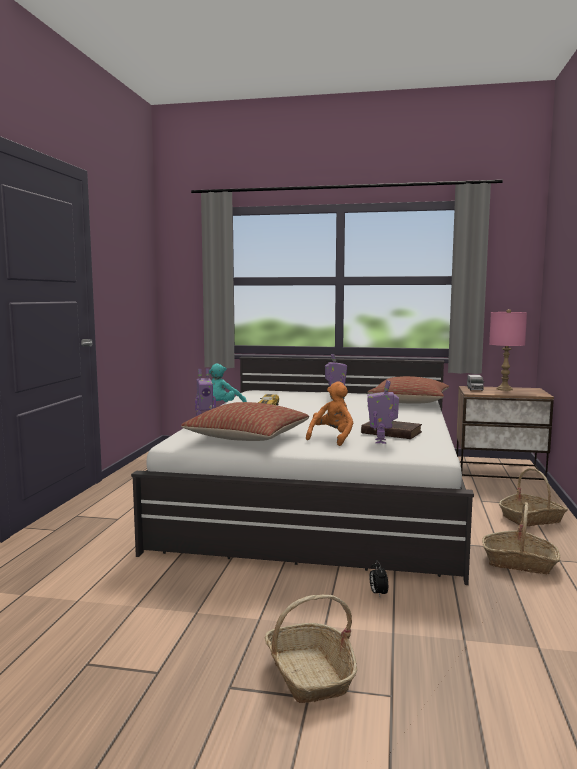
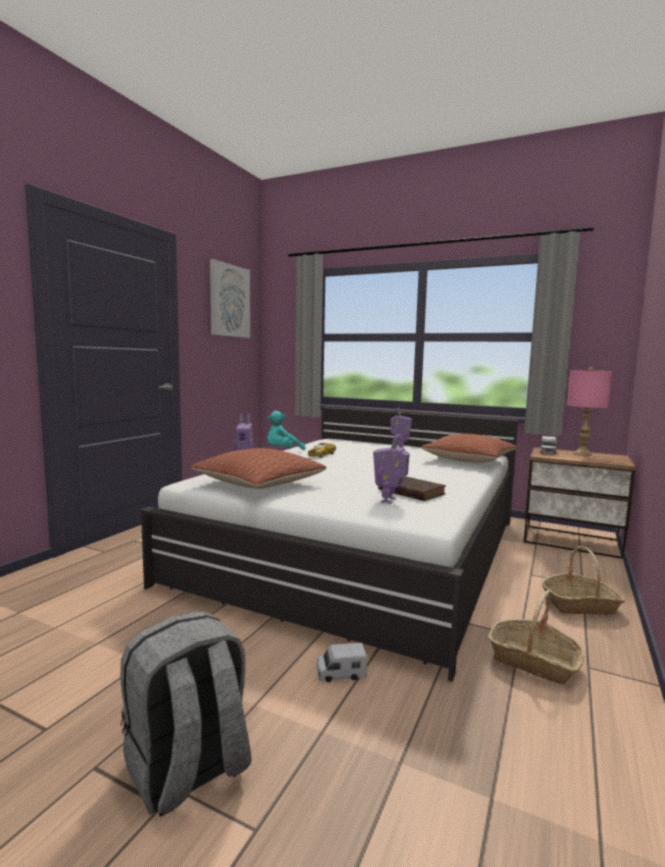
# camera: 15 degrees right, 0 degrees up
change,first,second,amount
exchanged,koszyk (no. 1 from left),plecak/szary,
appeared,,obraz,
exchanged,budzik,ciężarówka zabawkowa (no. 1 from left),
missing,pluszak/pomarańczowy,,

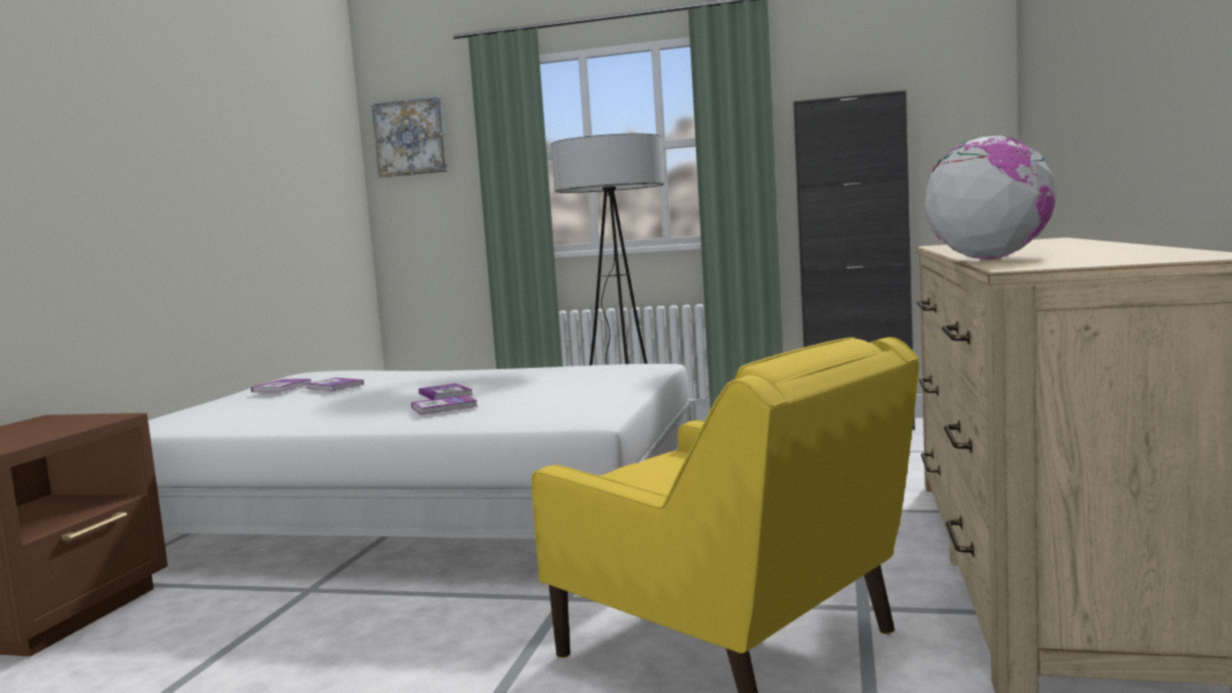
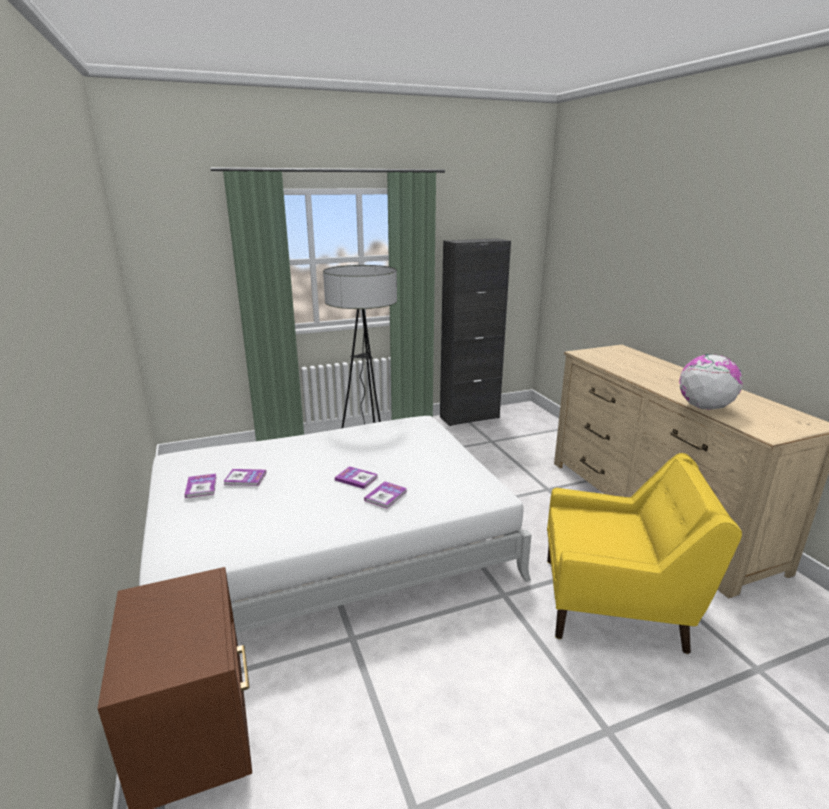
# camera: 35 degrees left, 15 degrees up
change,first,second,amount
missing,obraz,,

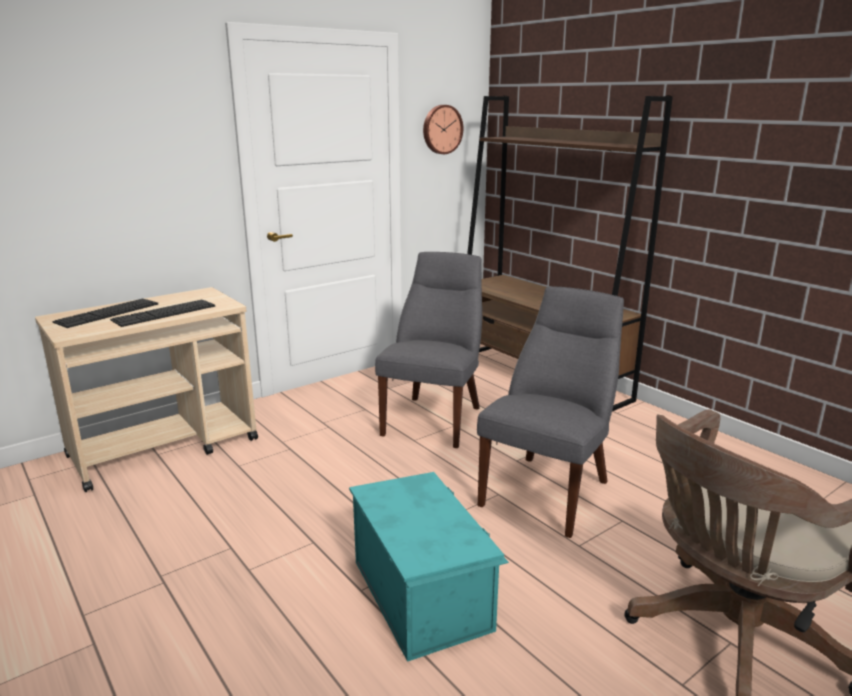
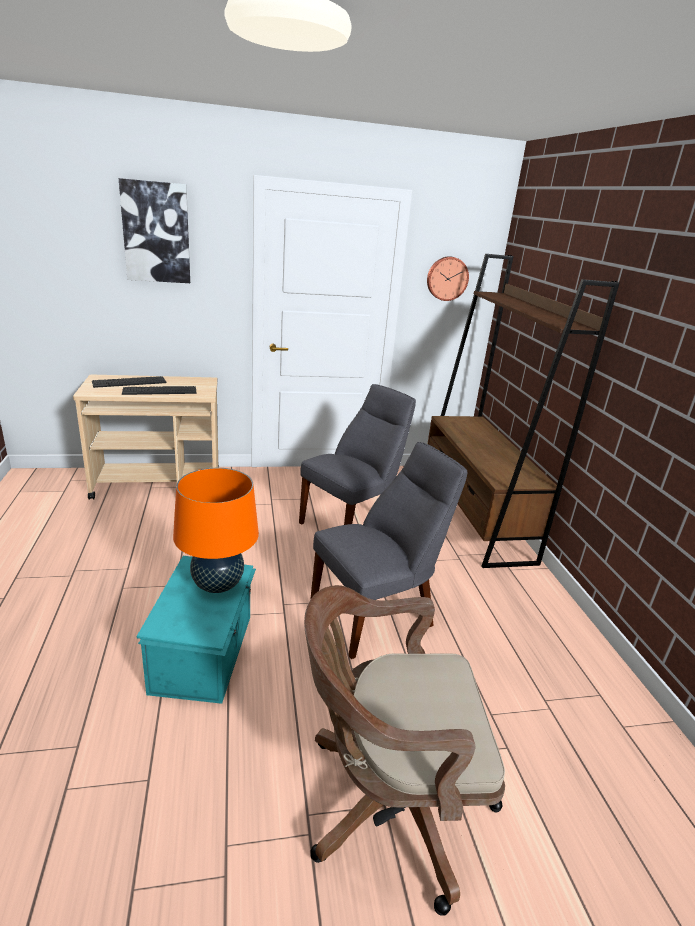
# camera: 25 degrees right, 5 degrees up
change,first,second,amount
appeared,,obraz,
appeared,,lampa stołowa/pomarańczowy,

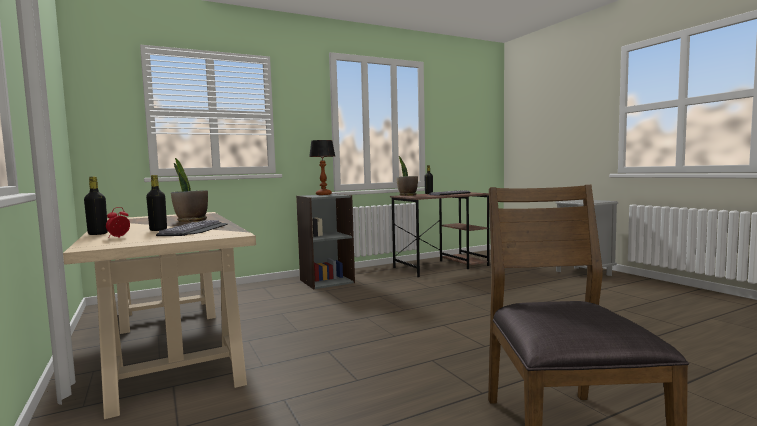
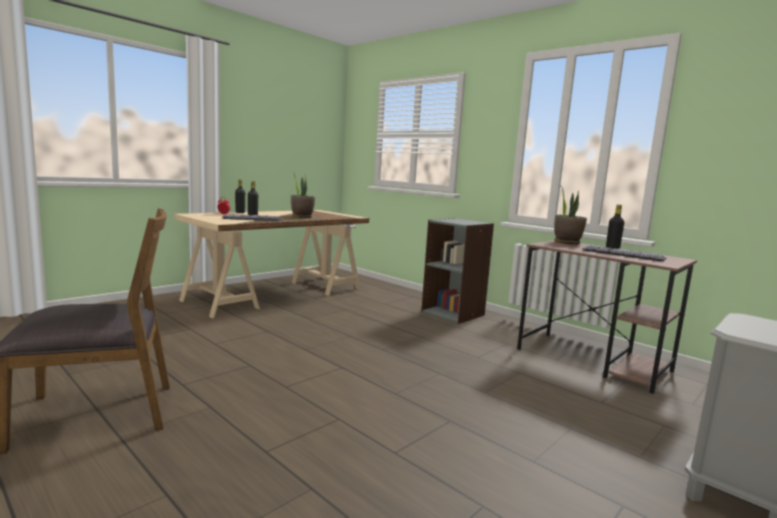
# camera: 70 degrees right, 5 degrees up
change,first,second,amount
missing,lampa stołowa,,

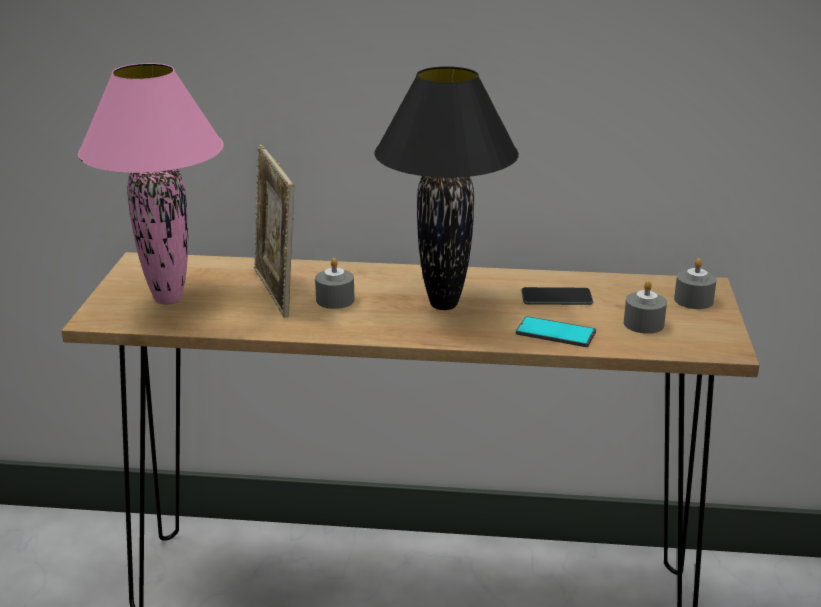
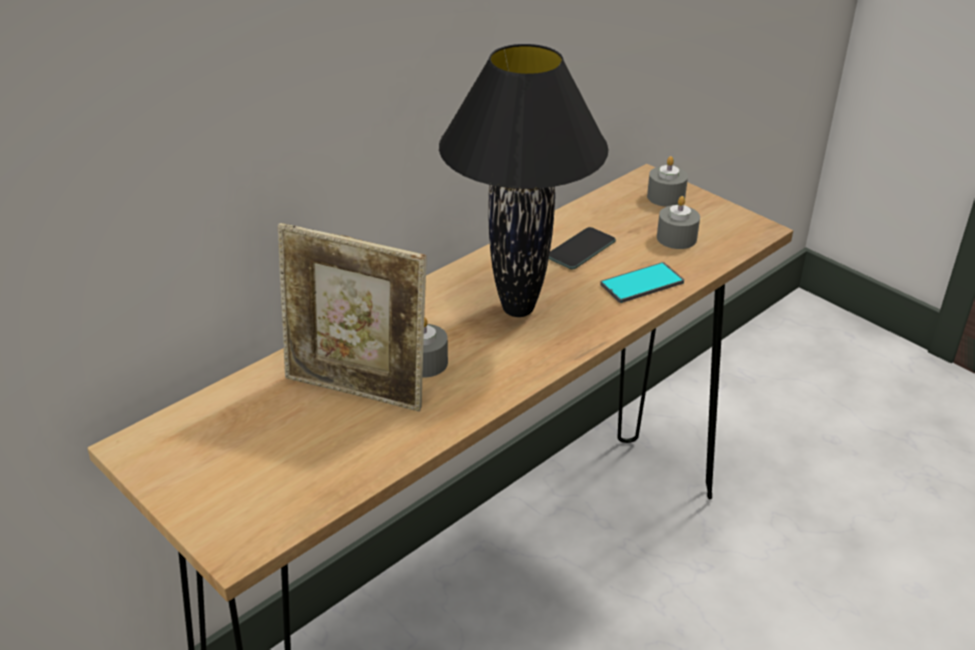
# camera: 50 degrees left, 10 degrees up
change,first,second,amount
missing,lampa stołowa/różowy,,

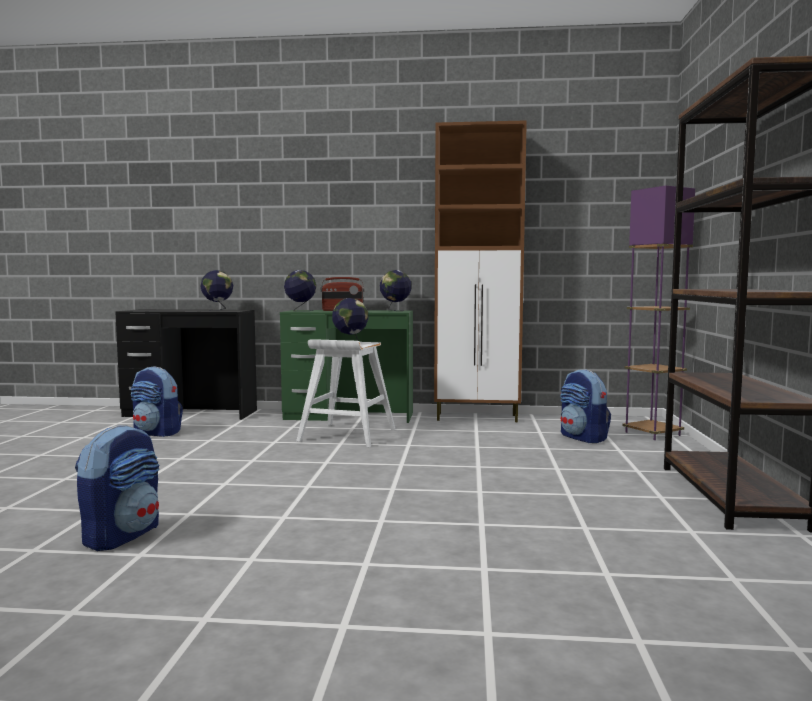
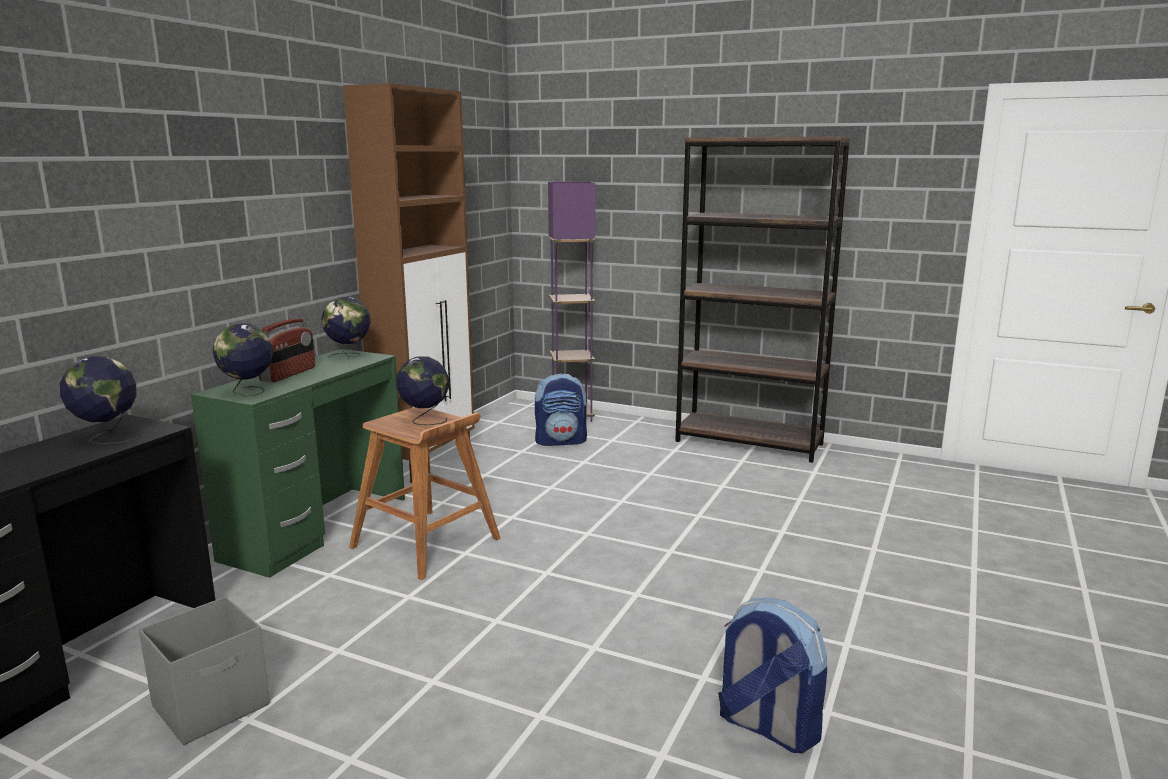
# camera: 70 degrees left, 10 degrees up
change,first,second,amount
exchanged,plecak (no. 2 from left),pojemnik do przechowywania/szary,
colour,stołek/biały,stołek/brązowy,

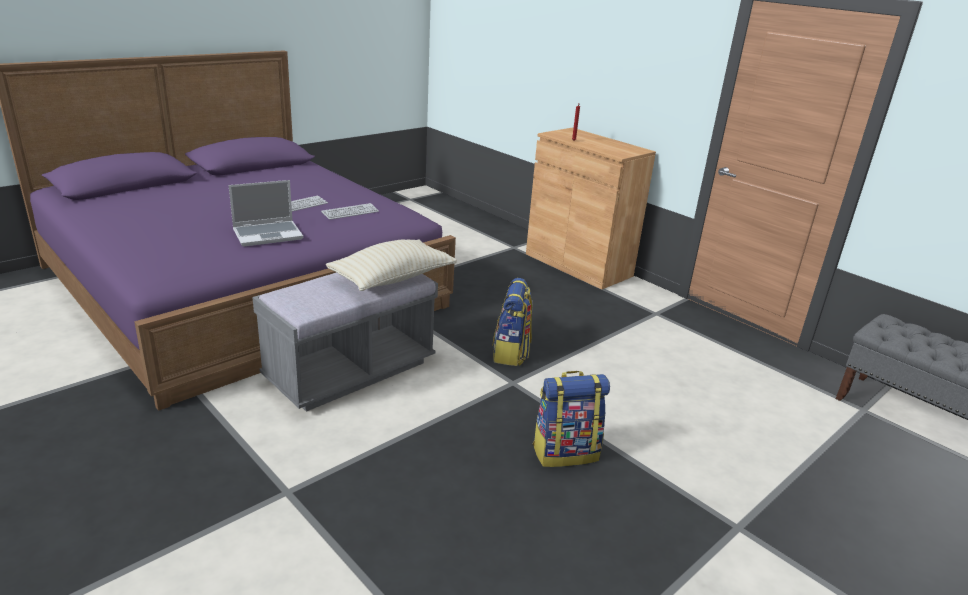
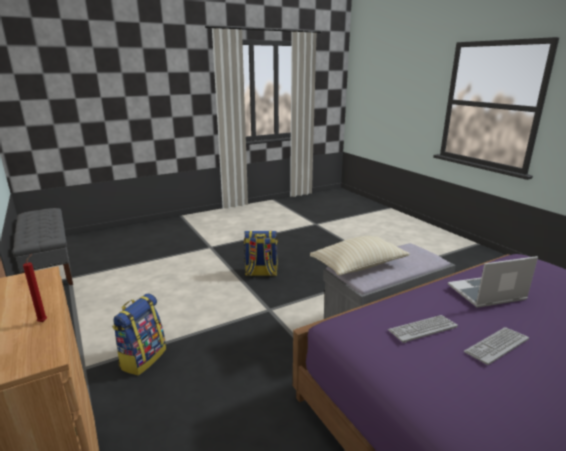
# camera: 165 degrees left, 5 degrees down
change,first,second,amount
relocated,plecak (no. 1 from left),,

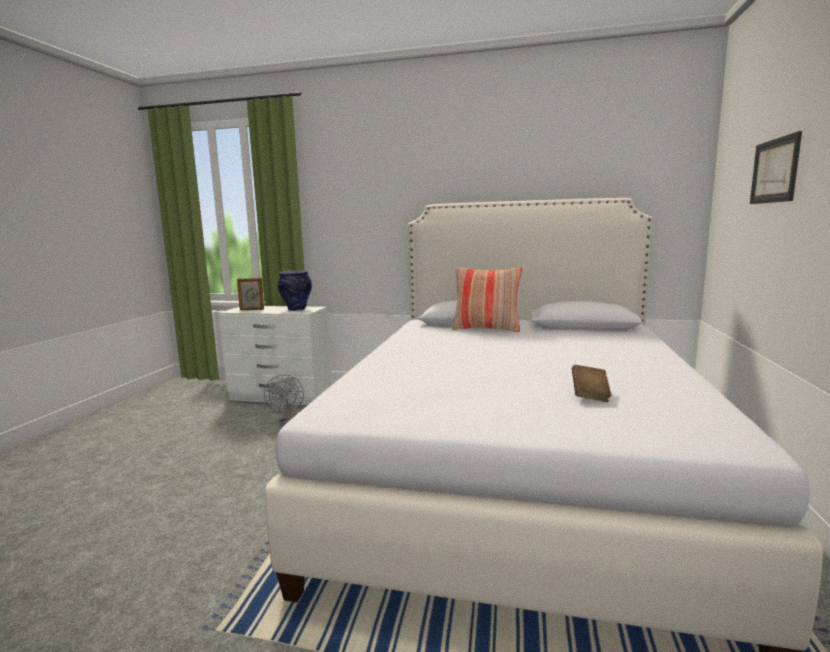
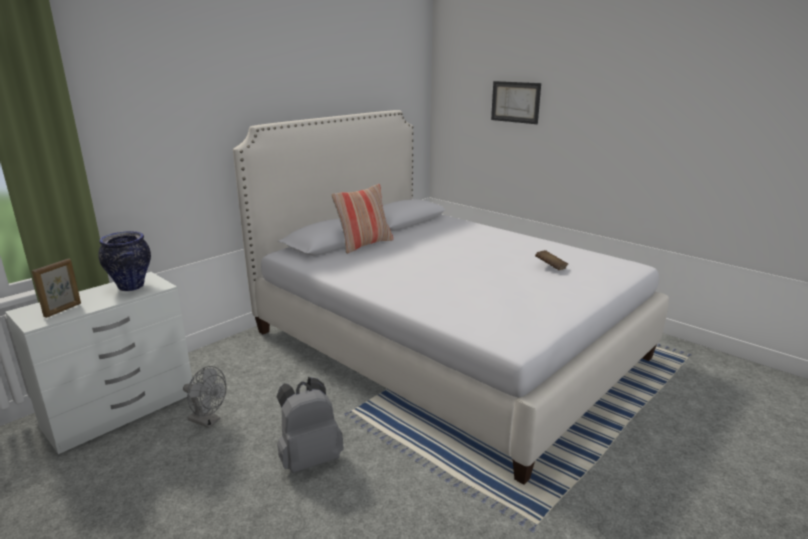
# camera: 60 degrees left, 10 degrees up
change,first,second,amount
appeared,,plecak/szary,

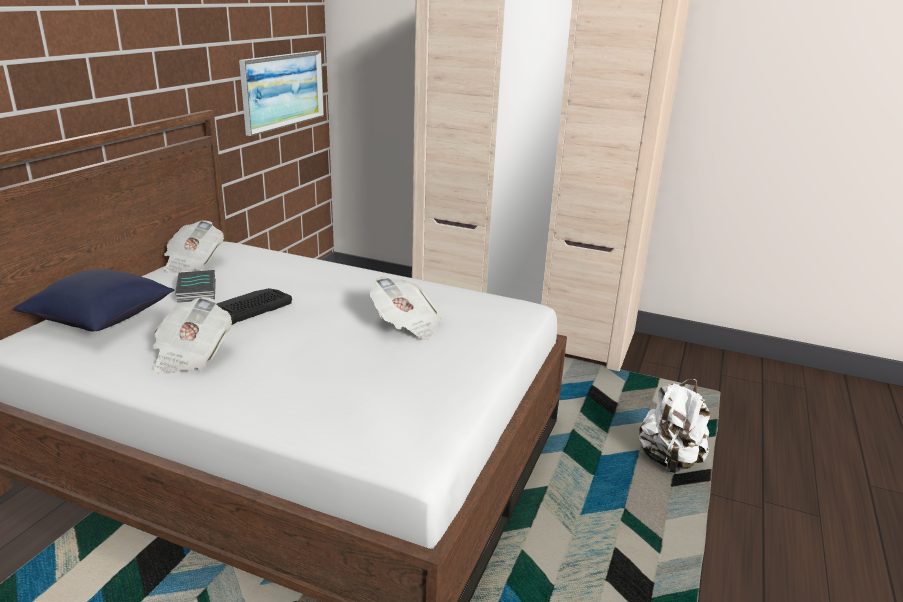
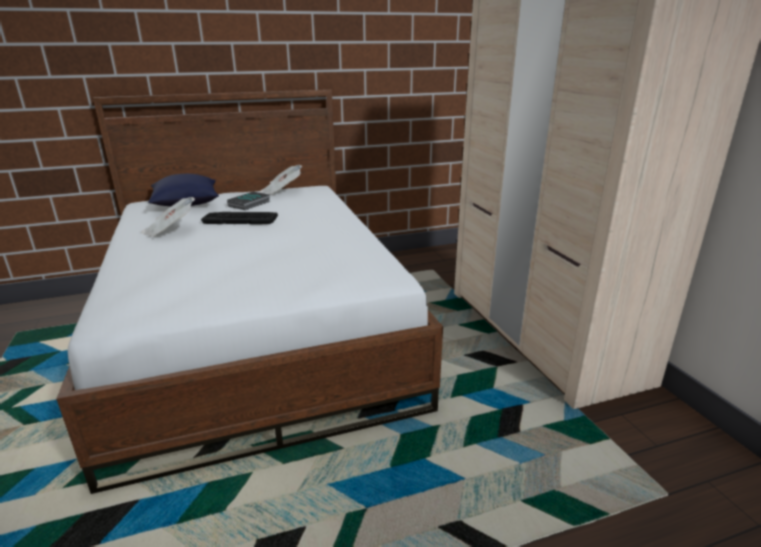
# camera: 50 degrees right, 0 degrees up
change,first,second,amount
missing,obraz,,
missing,gazeta (no. 3 from left),,
missing,plecak/biały,,

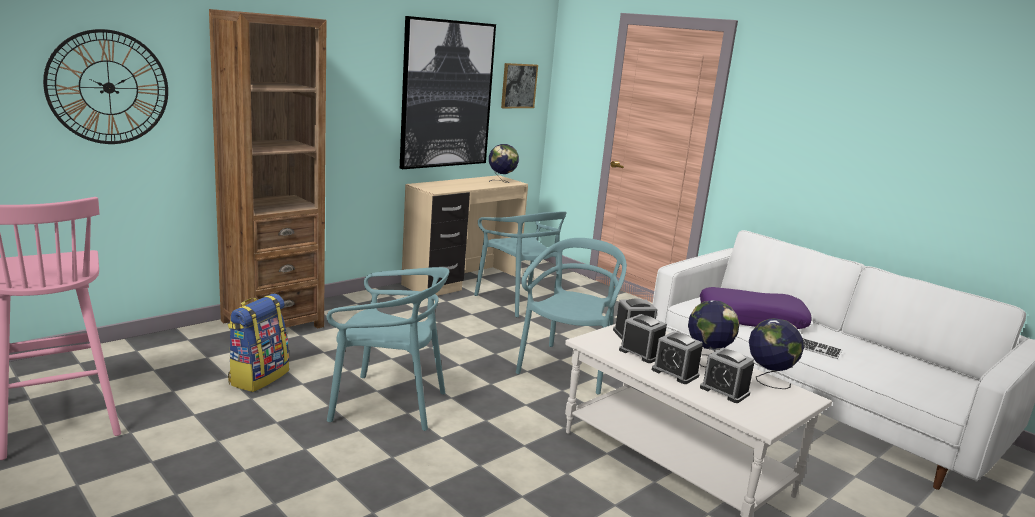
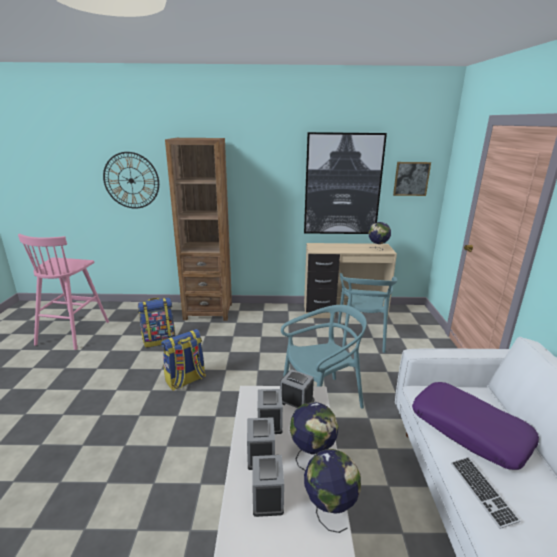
# camera: 45 degrees right, 5 degrees up
change,first,second,amount
exchanged,krzesło/turkusowy (no. 1 from left),plecak (no. 2 from left),

